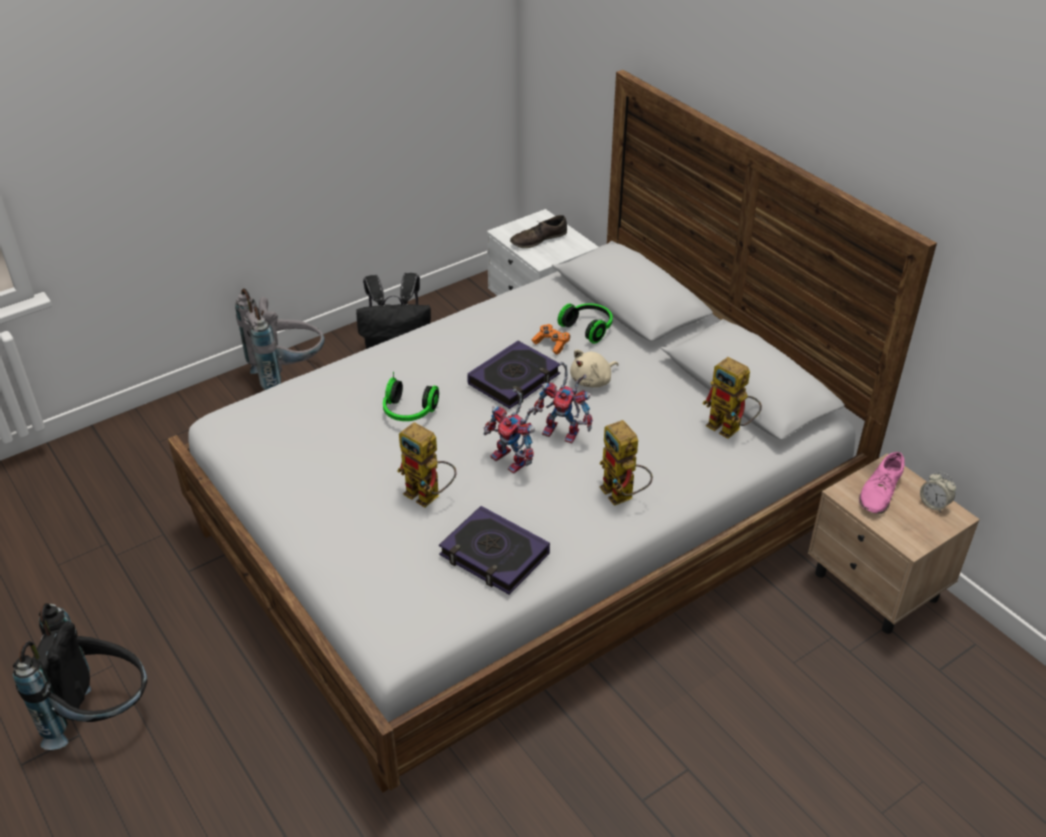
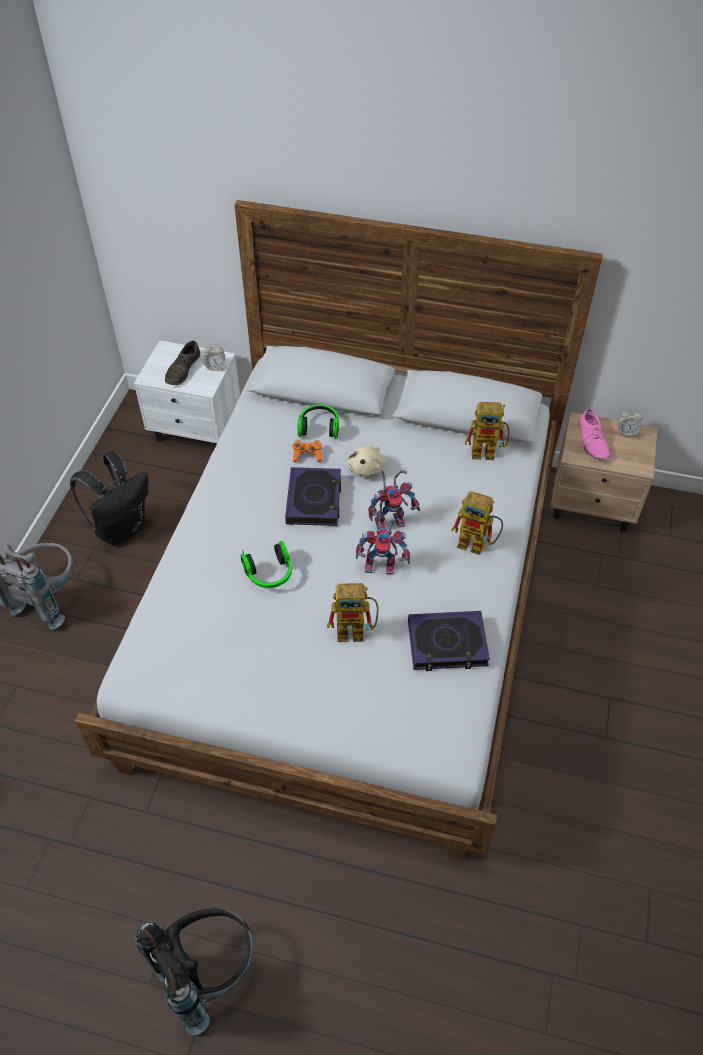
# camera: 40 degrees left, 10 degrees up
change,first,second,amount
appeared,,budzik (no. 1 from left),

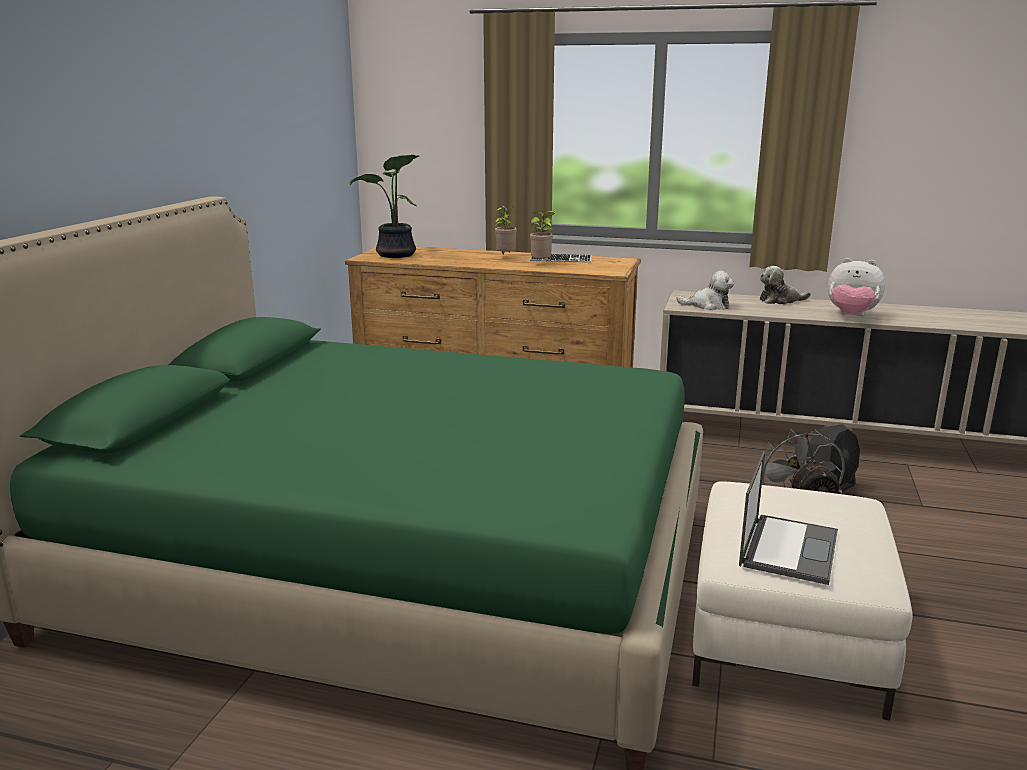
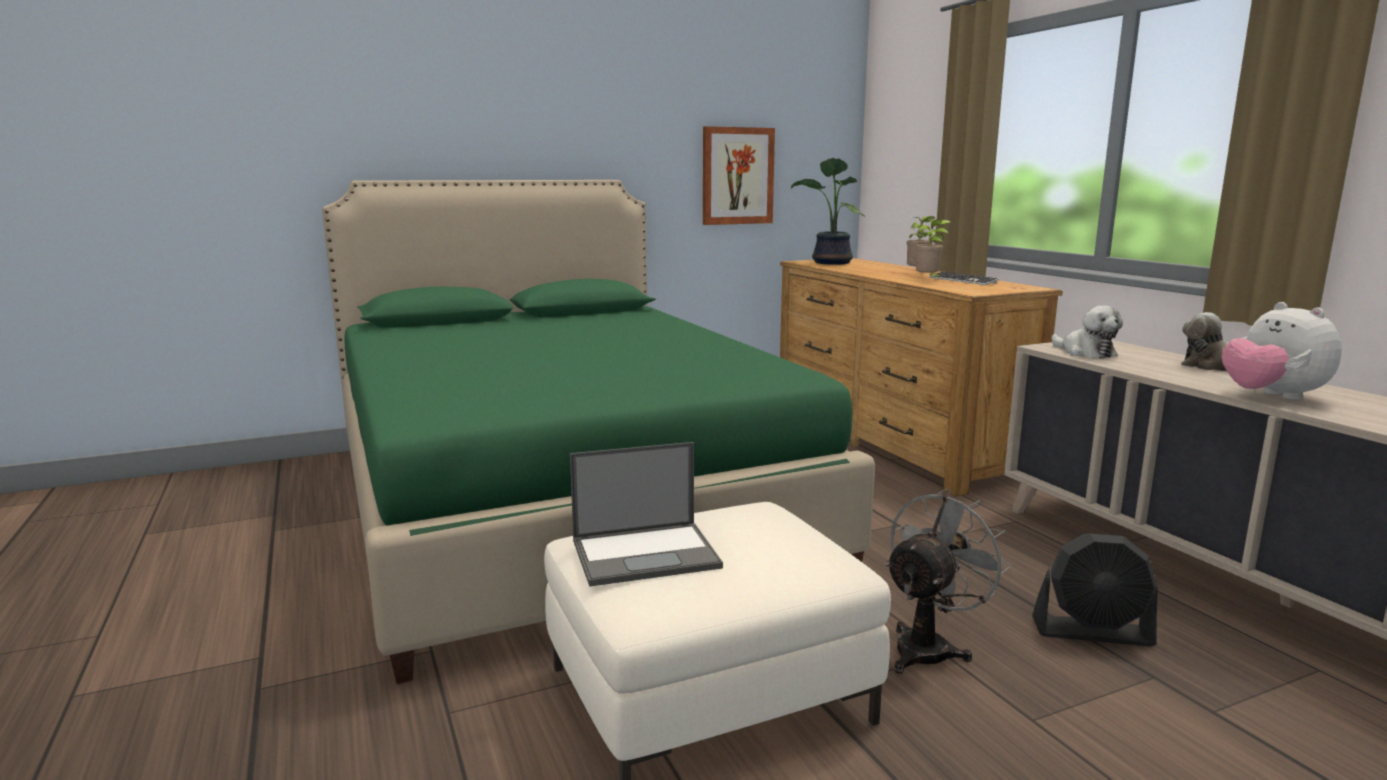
# camera: 50 degrees right, 5 degrees down
change,first,second,amount
appeared,,obraz,

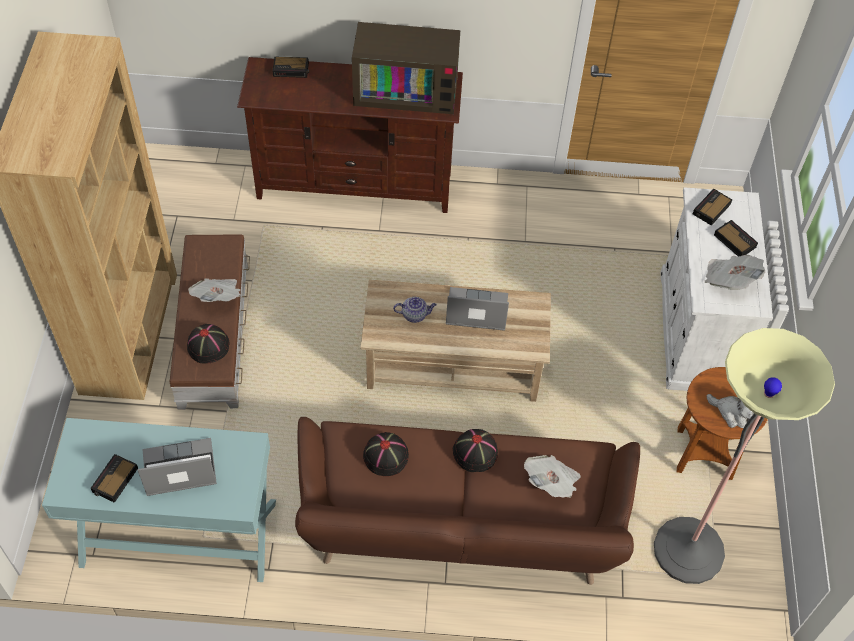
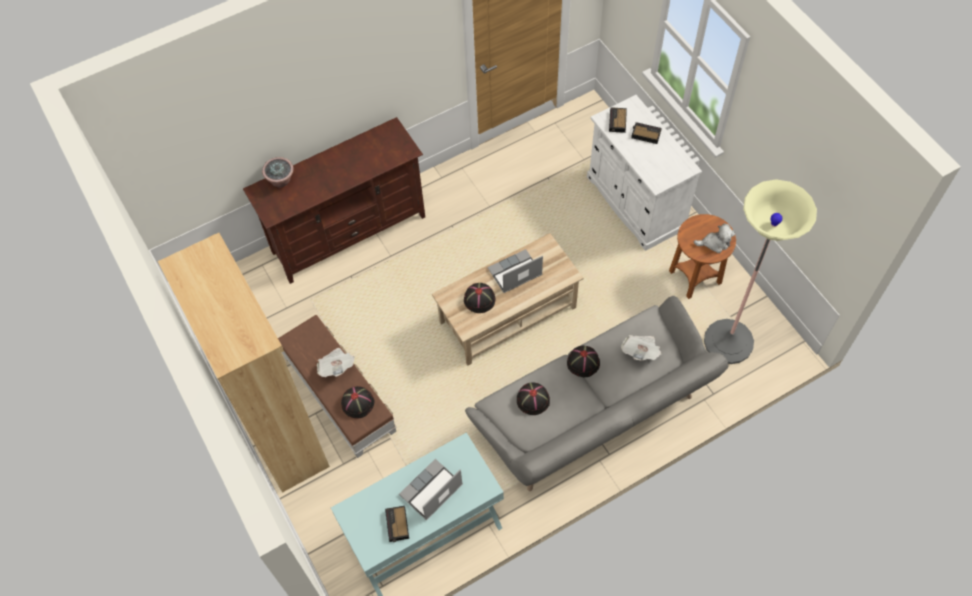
# camera: 30 degrees left, 5 degrees up
change,first,second,amount
exchanged,budzik (no. 2 from left),roślina doniczkowa,
exchanged,imbryk,kapelusz/czarny (no. 2 from left),
colour,kanapa/brązowy,kanapa/szary,
missing,telewizor,,
missing,gazeta (no. 3 from left),,

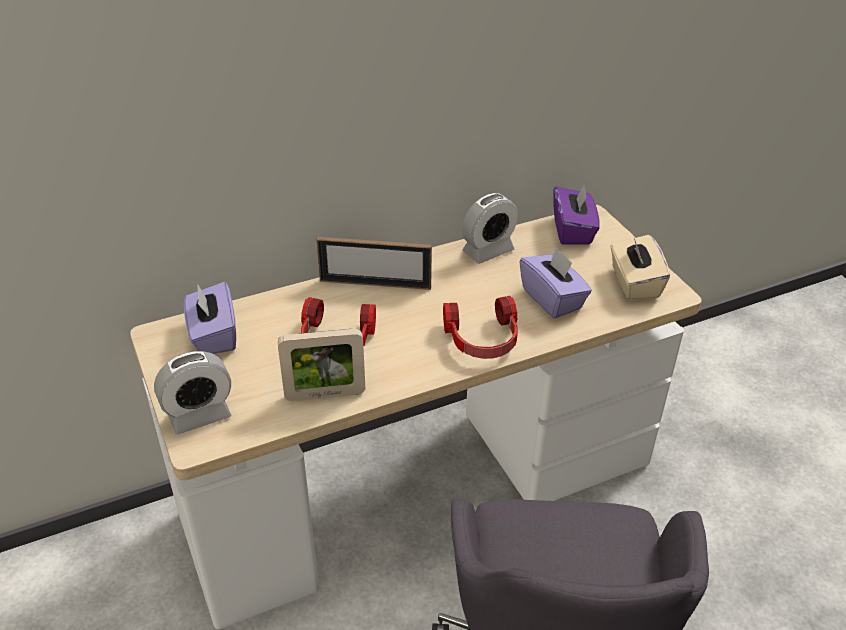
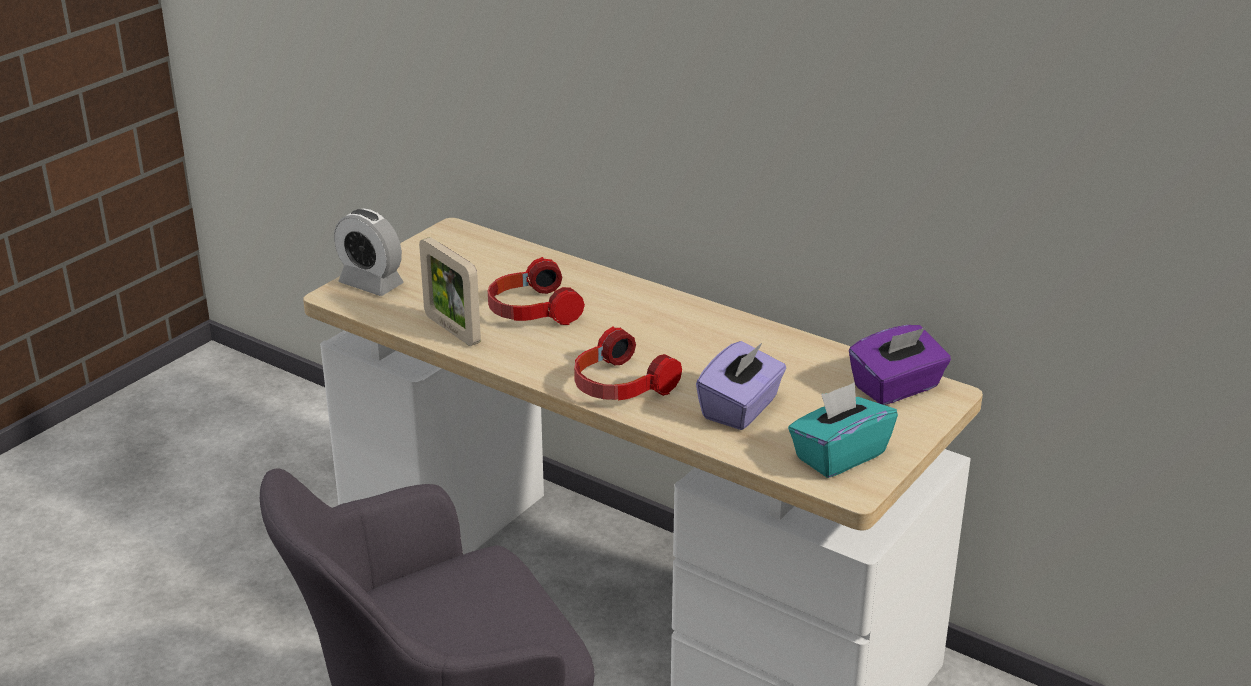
# camera: 60 degrees right, 10 degrees down
change,first,second,amount
colour,pudełko chusteczek/beżowy,pudełko chusteczek/turkusowy,
missing,pudełko chusteczek/fioletowy (no. 1 from left),,
missing,ramka na zdjęcie (no. 2 from left),,
missing,budzik (no. 2 from left),,

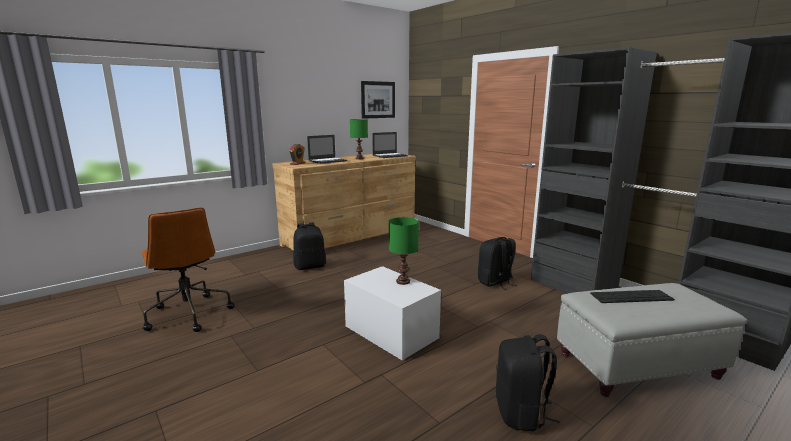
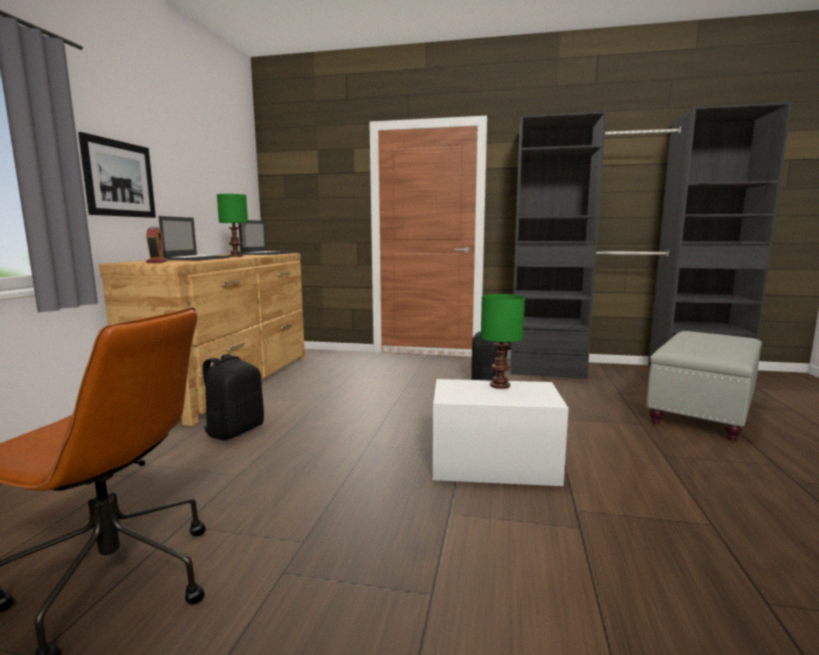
# camera: 40 degrees left, 5 degrees down
change,first,second,amount
relocated,obraz,,
missing,plecak/czarny (no. 3 from left),,
missing,klawiatura,,

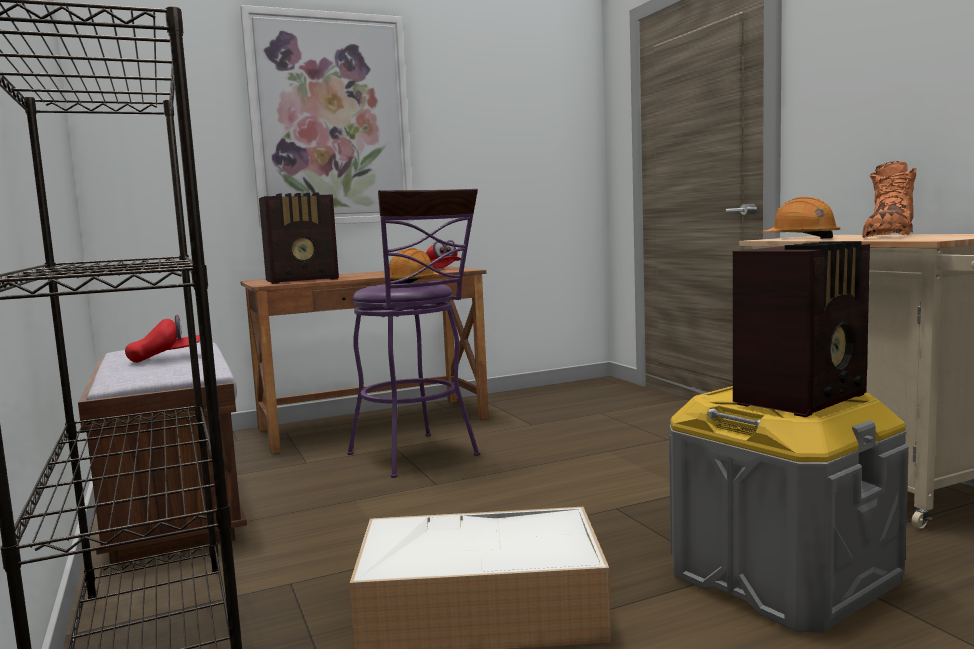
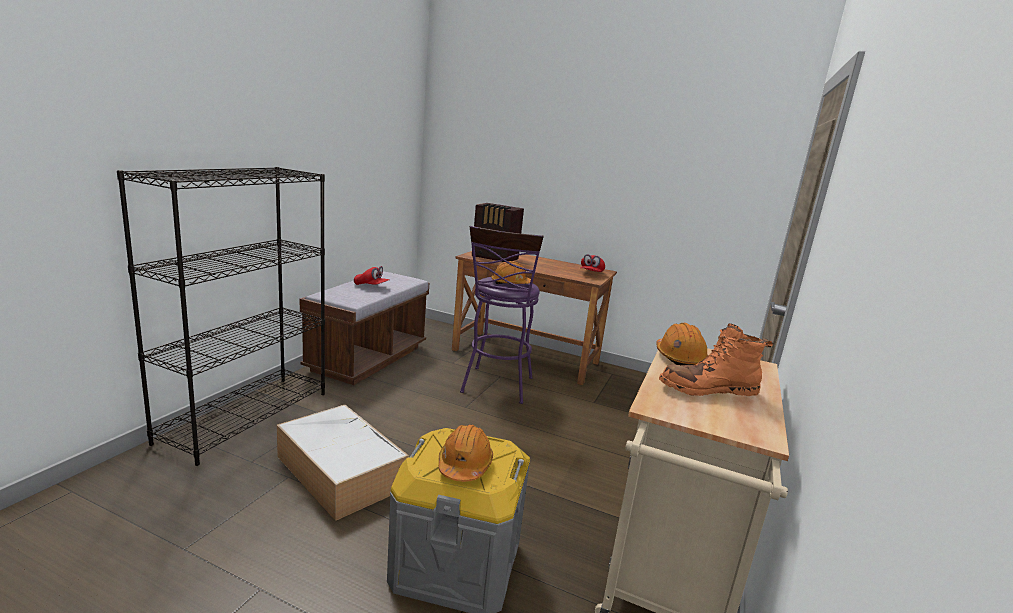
# camera: 45 degrees right, 10 degrees up
change,first,second,amount
exchanged,radio (no. 2 from left),kask/pomarańczowy (no. 1 from left),
missing,obraz,,

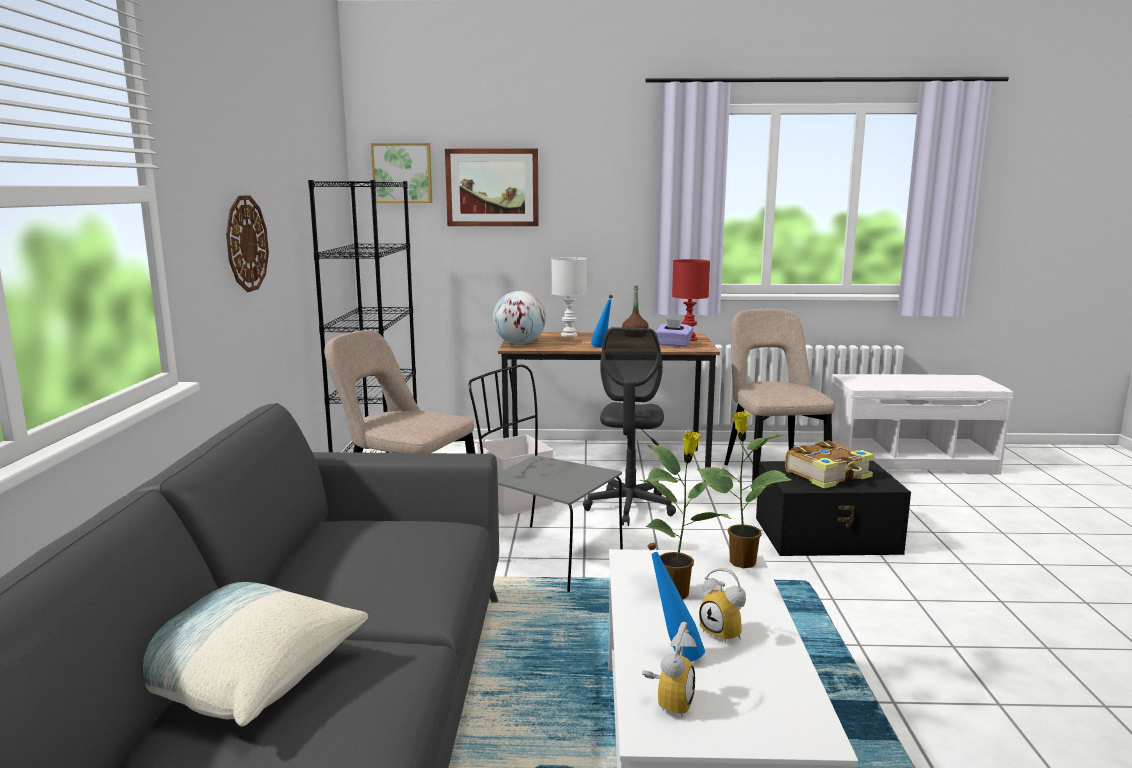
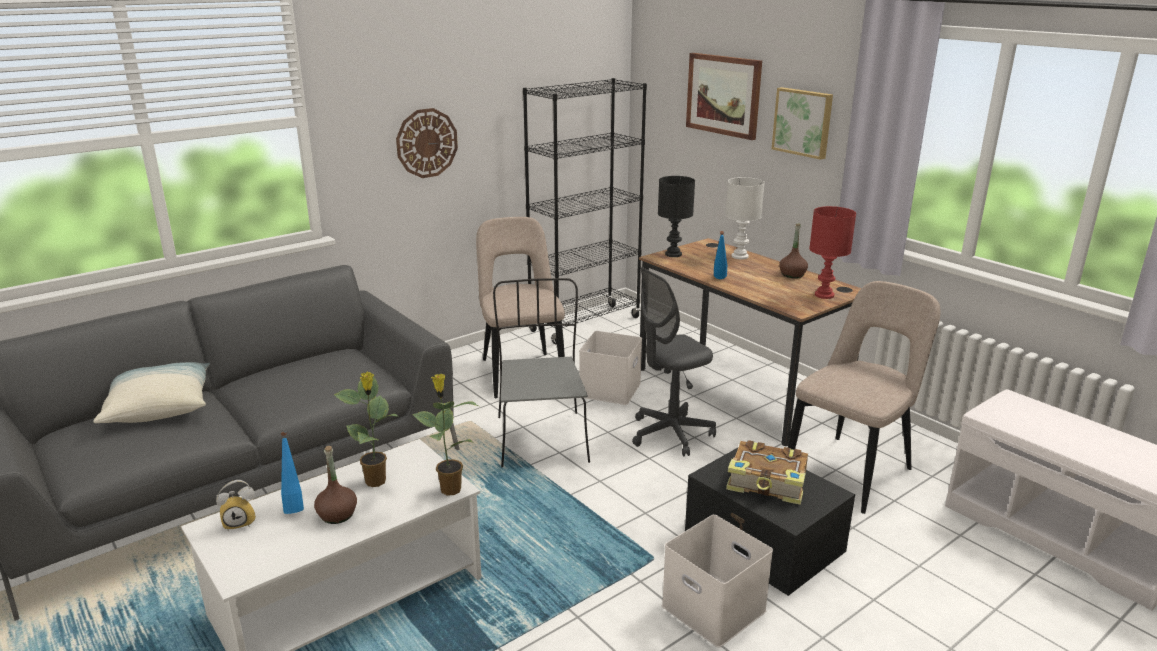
# camera: 50 degrees right, 10 degrees up
change,first,second,amount
exchanged,budzik (no. 2 from left),butelka/brązowy (no. 1 from left),
exchanged,globus,lampa stołowa/czarny,
appeared,,pojemnik do przechowywania/biały (no. 2 from left),
relocated,obraz (no. 1 from left in the first image),obraz (no. 2 from left),
missing,pudełko chusteczek/fioletowy,,

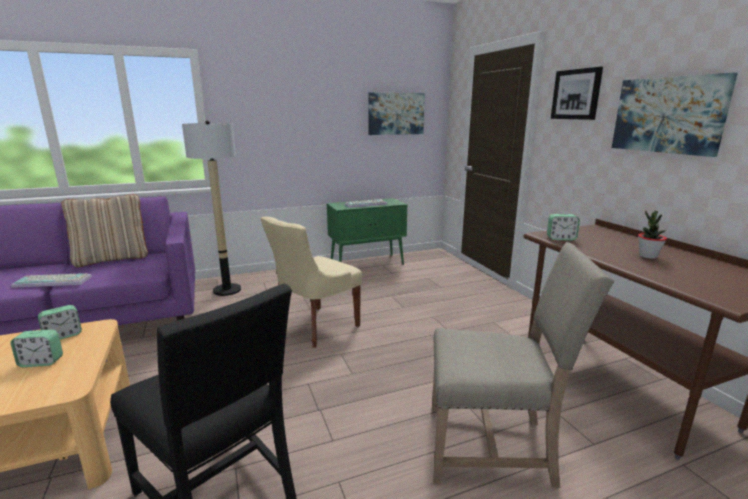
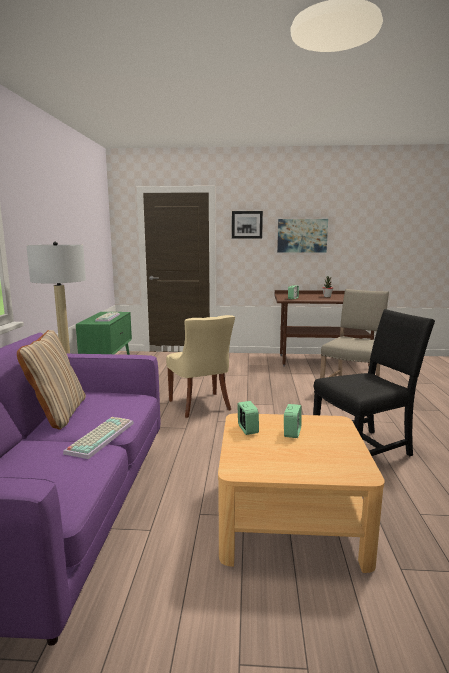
# camera: 65 degrees left, 5 degrees down
change,first,second,amount
missing,obraz (no. 1 from left),,

